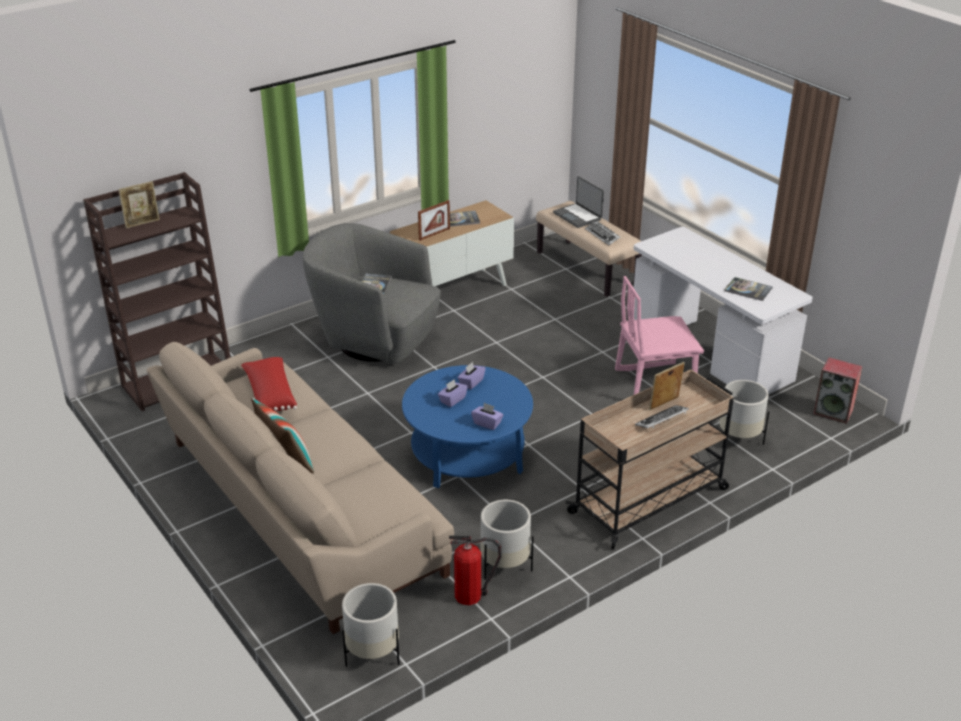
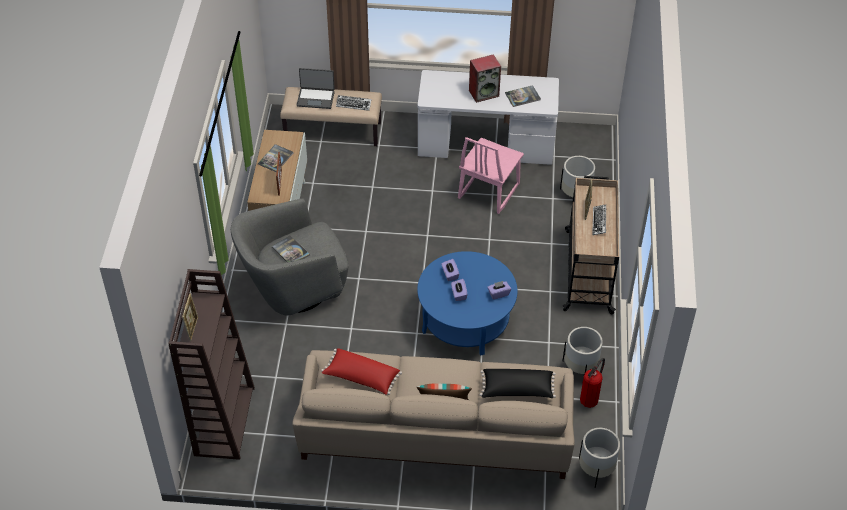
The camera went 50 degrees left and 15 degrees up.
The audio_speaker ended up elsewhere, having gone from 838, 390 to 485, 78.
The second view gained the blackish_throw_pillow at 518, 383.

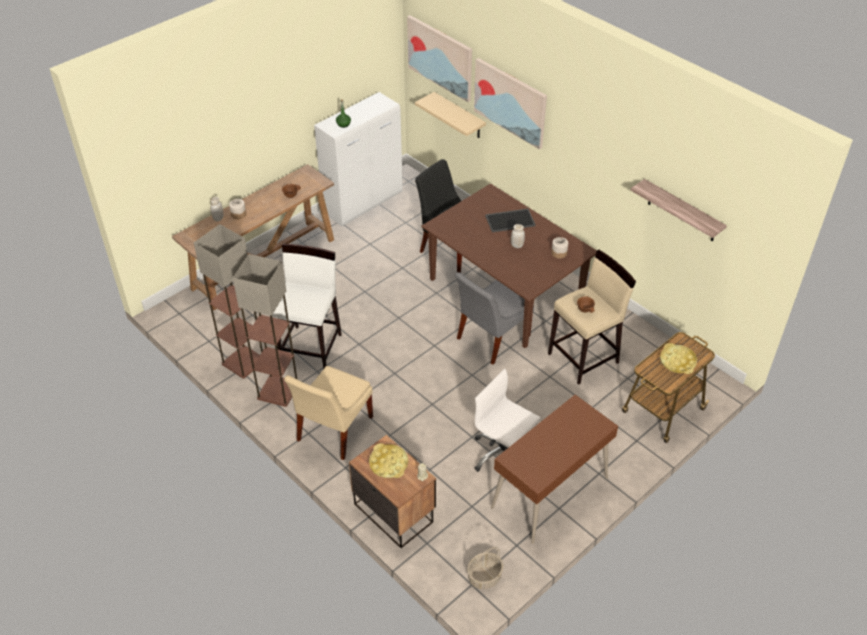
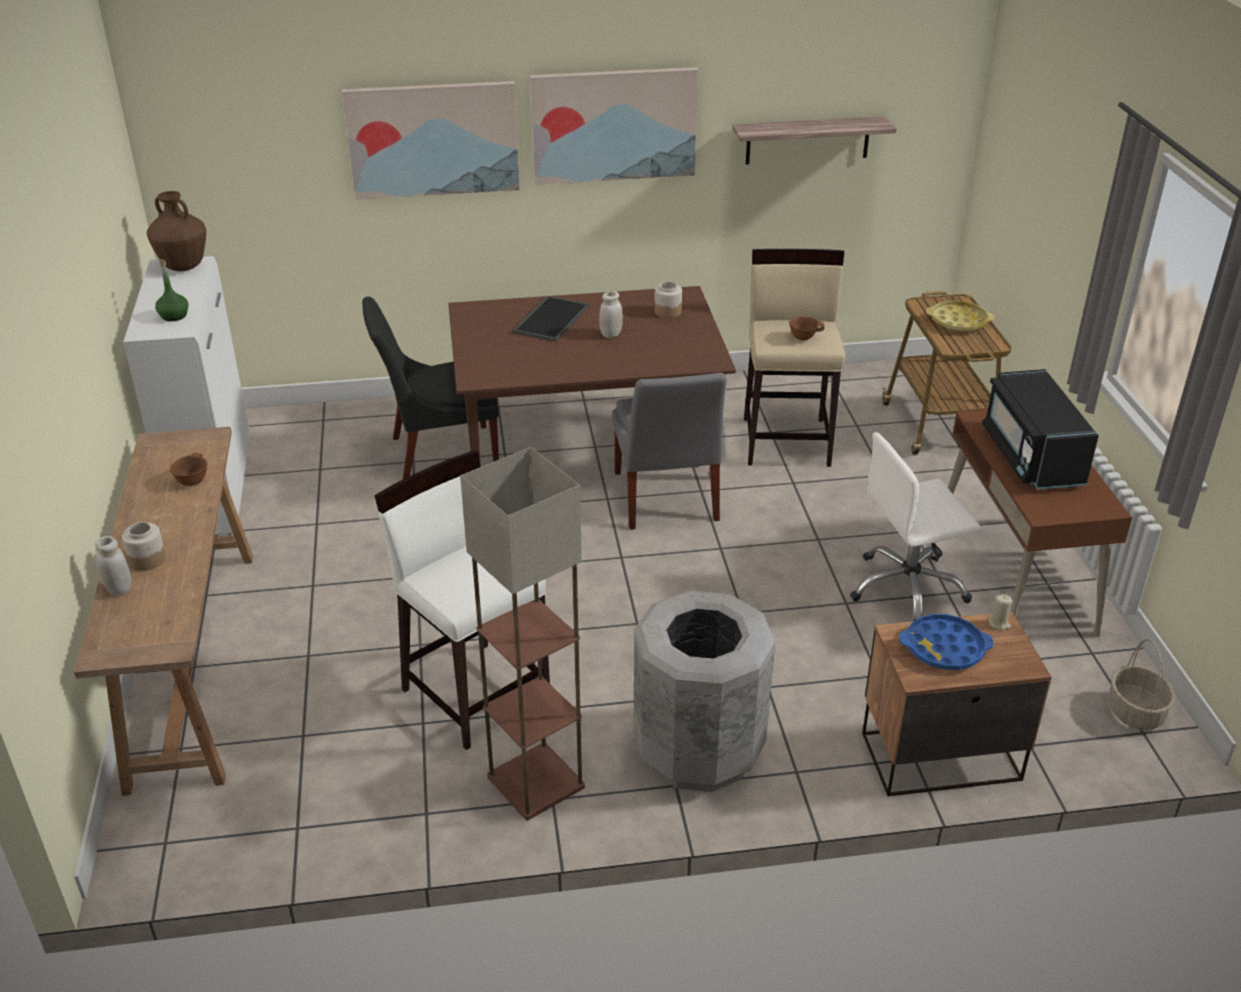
The camera went 55 degrees left and 10 degrees down.
The wall_art ended up elsewhere, having gone from 439, 58 to 614, 126.
The second view lost the sand-coloured_bracket_shelf at 450, 115.
The second view lost the standard_lamp at 228, 301.
Where the sand-coloured_plain_chair stood at 328, 413, the greyish_trash_can came to stand at 704, 691.
What was the yellow-coloured_serving_tray at 388, 460 turned into the blue-coloured_serving_tray at 946, 642.
The second view gained the brownish_vase at 176, 231.
The second view gained the blackish_microwave_oven at 1040, 429.

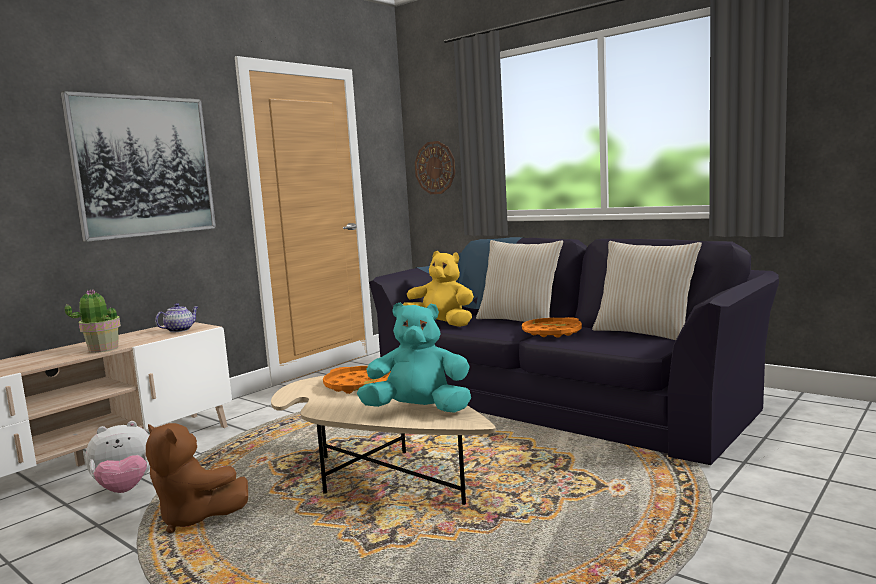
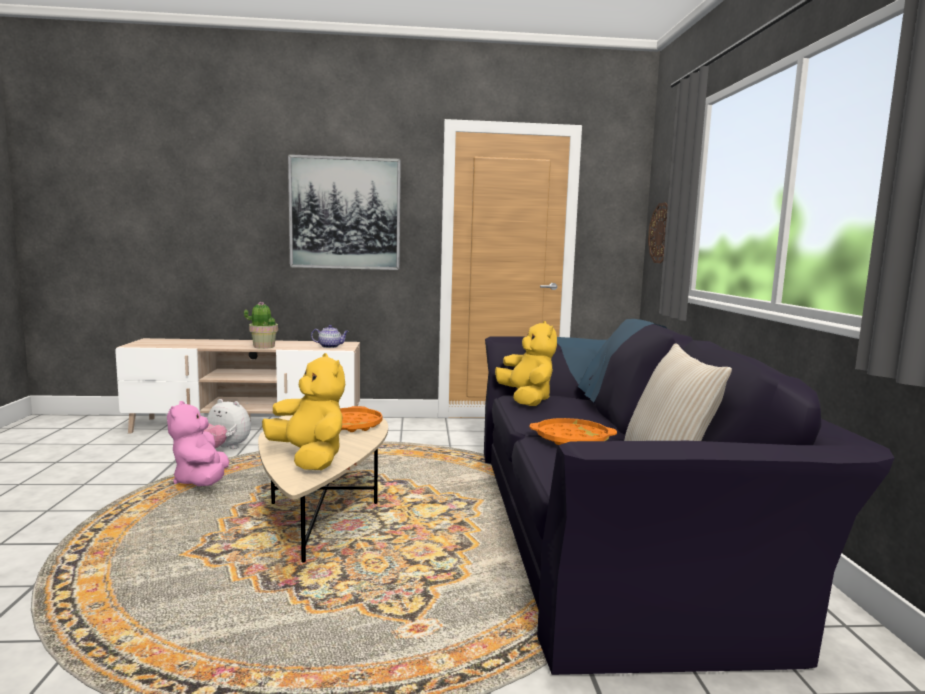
The camera went 45 degrees right and 0 degrees up.
The second view lost the sand-coloured_throw_pillow at 519, 281.
What was the turquoise_plush_toy at 414, 357 turned into the yellow-coloured_plush_toy at 303, 411.
What was the brownish_plush_toy at 197, 478 turned into the pinkish_plush_toy at 198, 443.

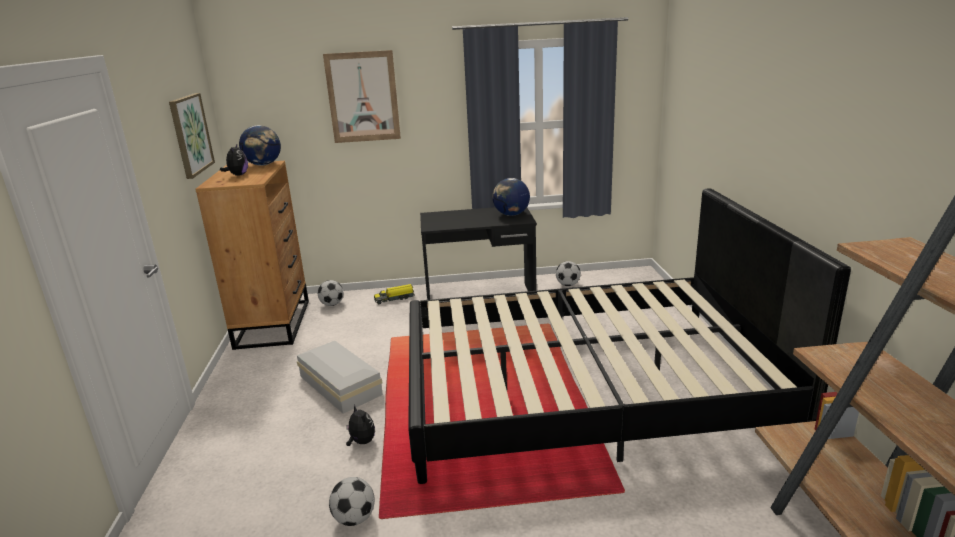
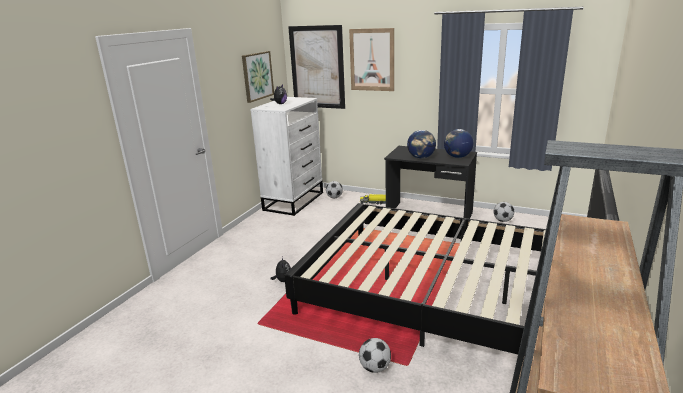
The camera went 30 degrees right and 0 degrees up.
The desk_globe ended up elsewhere, having gone from 260, 145 to 421, 144.
What was the brownish_drawer_chest at 252, 255 turned into the white_drawer_chest at 286, 156.
The second view lost the white_storage_container at 340, 377.
The ball_for_football ended up elsewhere, having gone from 352, 501 to 375, 355.
The second view gained the wall_art at 316, 67.

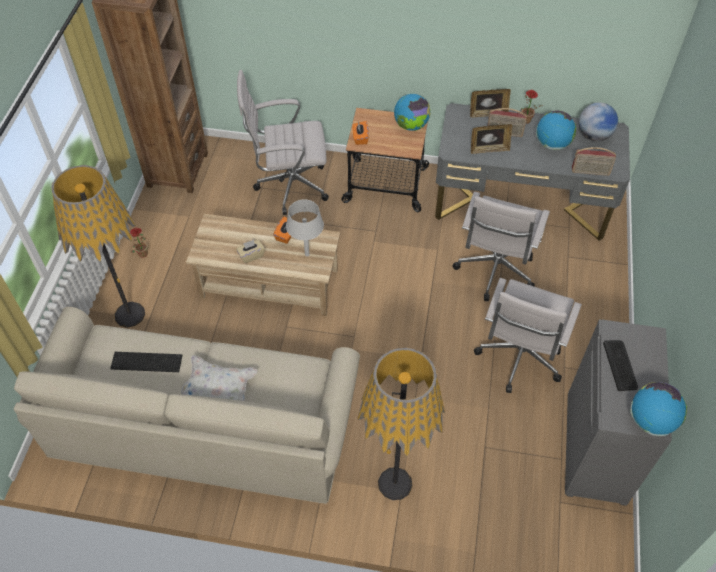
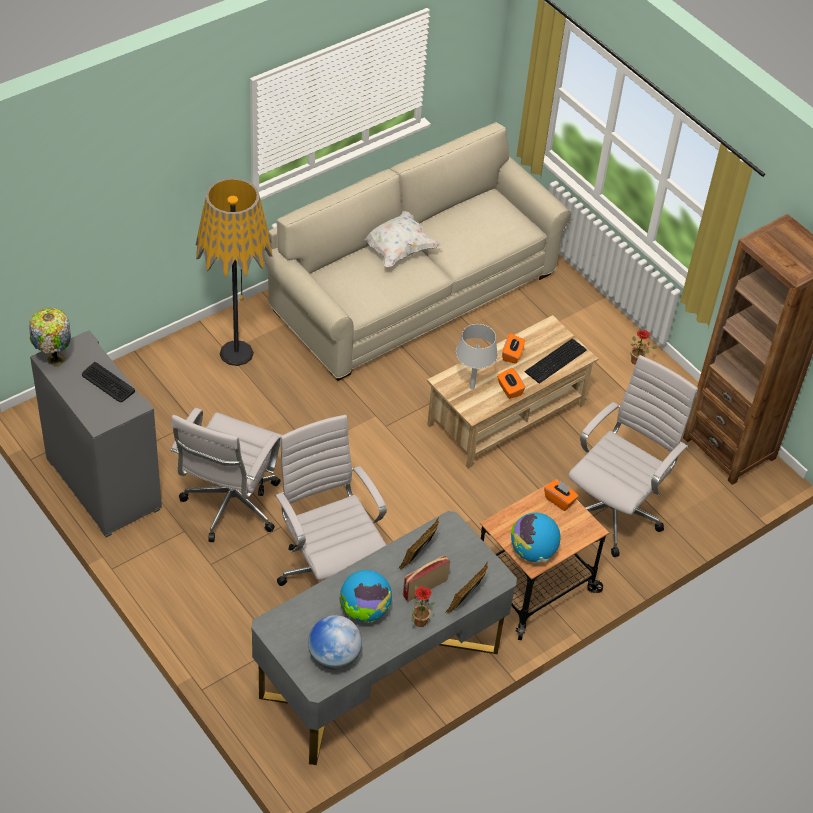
The camera went 130 degrees right and 5 degrees down.
The second view lost the radio at 594, 161.
The second view lost the standard_lamp at 98, 246.
What was the sand-coloured_tissue_box at 250, 251 turned into the orange_tissue_box at 513, 348.
The white_desk_chair at 528, 335 ended up facing another way, 135 degrees counterclockwise from before.
The keyboard ended up elsewhere, having gone from 147, 362 to 556, 361.
Where the desk_globe stood at 658, 409, the tabletop_lamp came to stand at 50, 337.

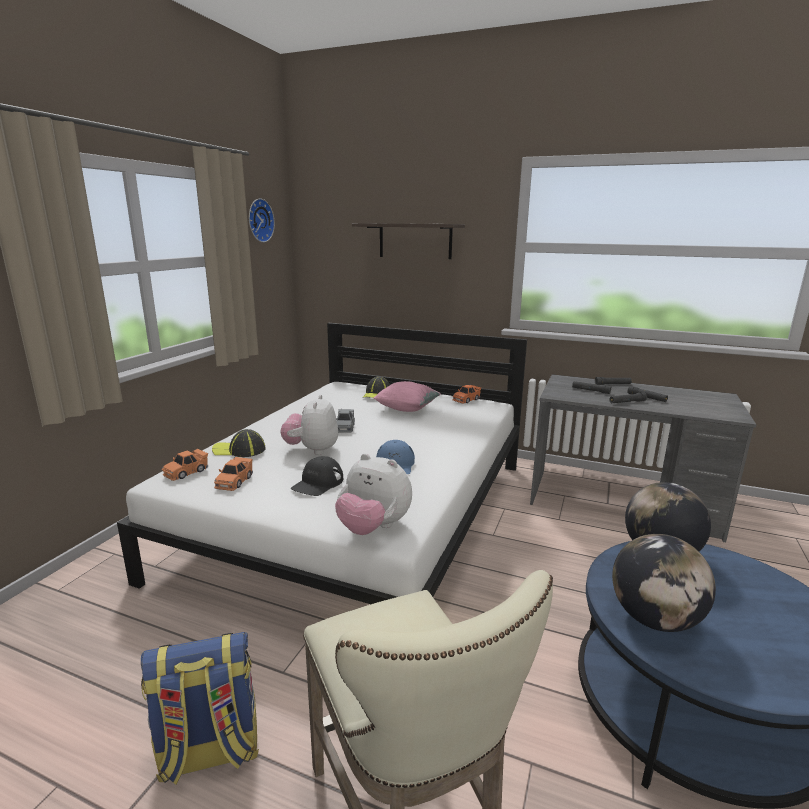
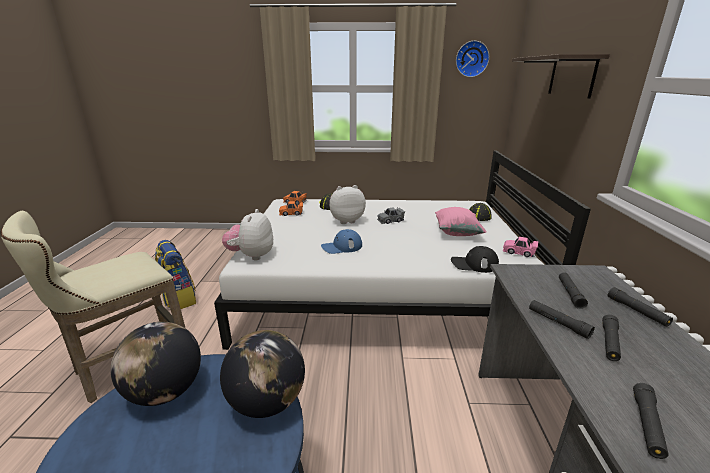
The camera went 70 degrees right and 5 degrees up.
What was the orange_miniature_car at 466, 394 turned into the pinkish_miniature_car at 520, 247.
The blackish_cap ended up elsewhere, having gone from 317, 476 to 475, 259.
The second view gained the blackish_flashlight at 651, 421.

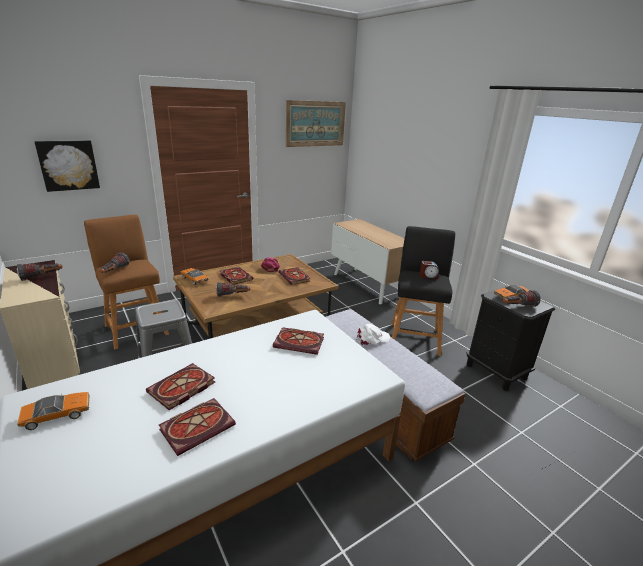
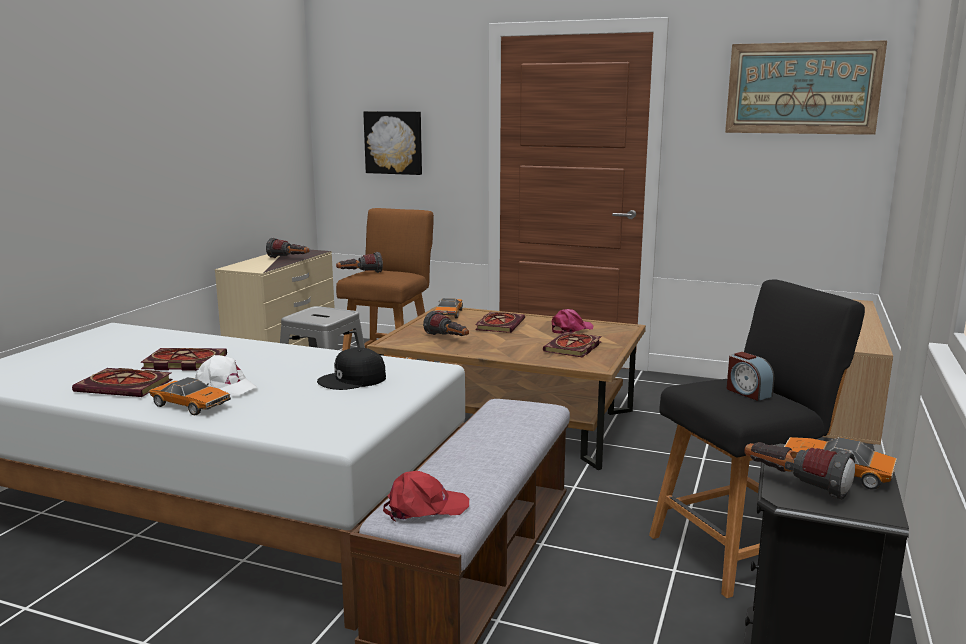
The camera went 55 degrees right and 10 degrees down.
The white_cap ended up elsewhere, having gone from 373, 335 to 226, 376.
Where the bound_book stood at 298, 341, the blackish_cap came to stand at 351, 369.
The miniature_car ended up elsewhere, having gone from 53, 411 to 190, 396.
The second view gained the red_cap at 426, 496.

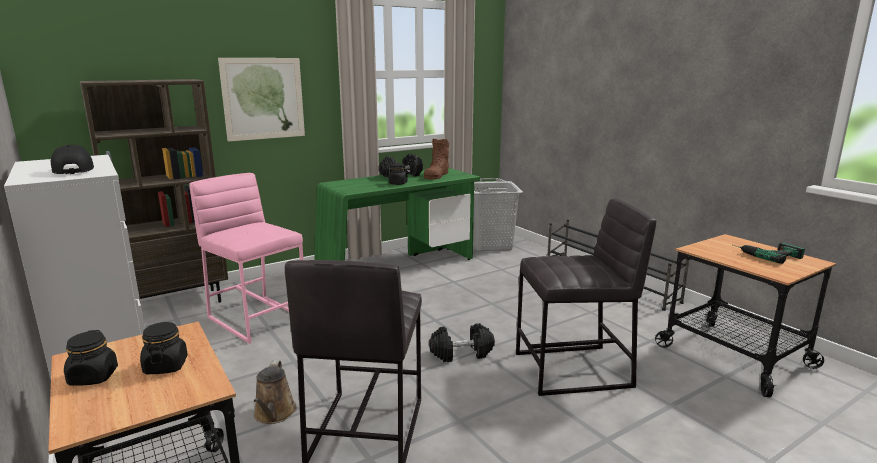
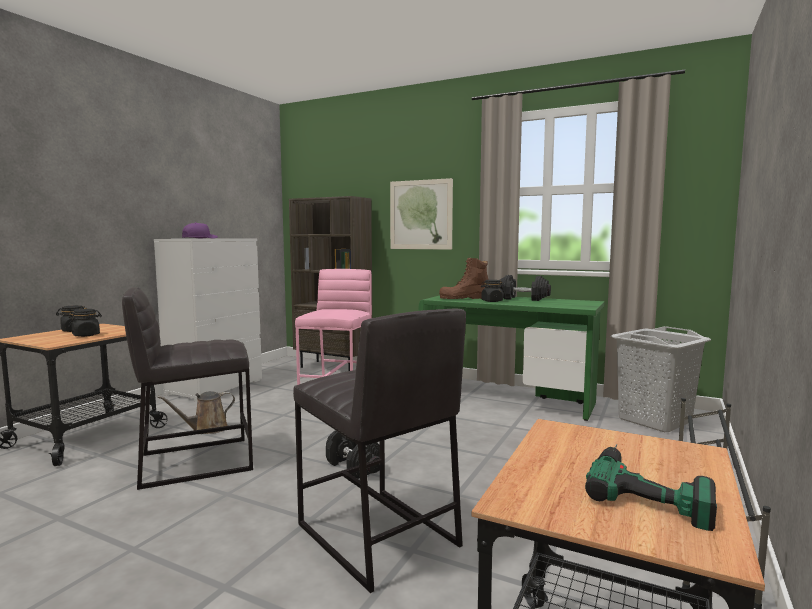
The camera went 60 degrees right and 10 degrees down.
The brownish_boot ended up elsewhere, having gone from 436, 159 to 464, 278.
What was the blackish_cap at 72, 159 turned into the purple-coloured_cap at 200, 230.

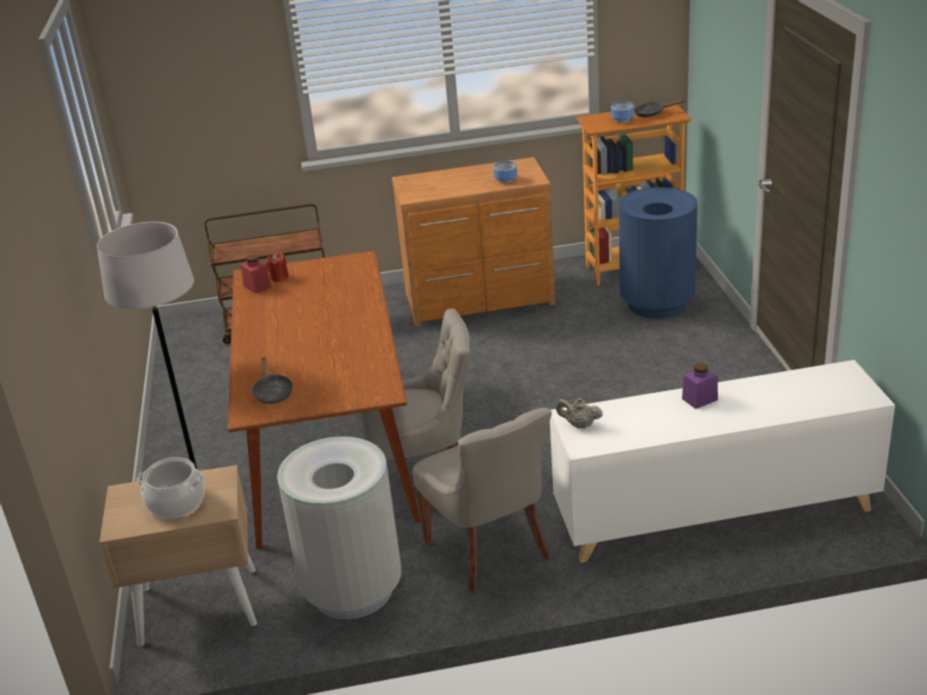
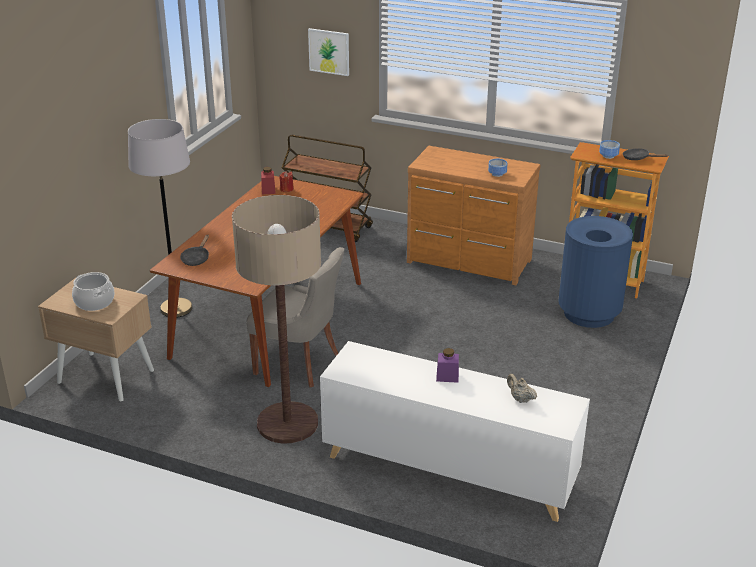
The camera went 30 degrees right and 0 degrees up.
The sand-coloured_tea_pot ended up elsewhere, having gone from 579, 413 to 522, 388.
Where the greyish_plain_chair stood at 482, 500, the standard_lamp came to stand at 276, 319.
The second view lost the greyish_trash_can at 339, 527.
The second view gained the wall_art at 328, 52.

